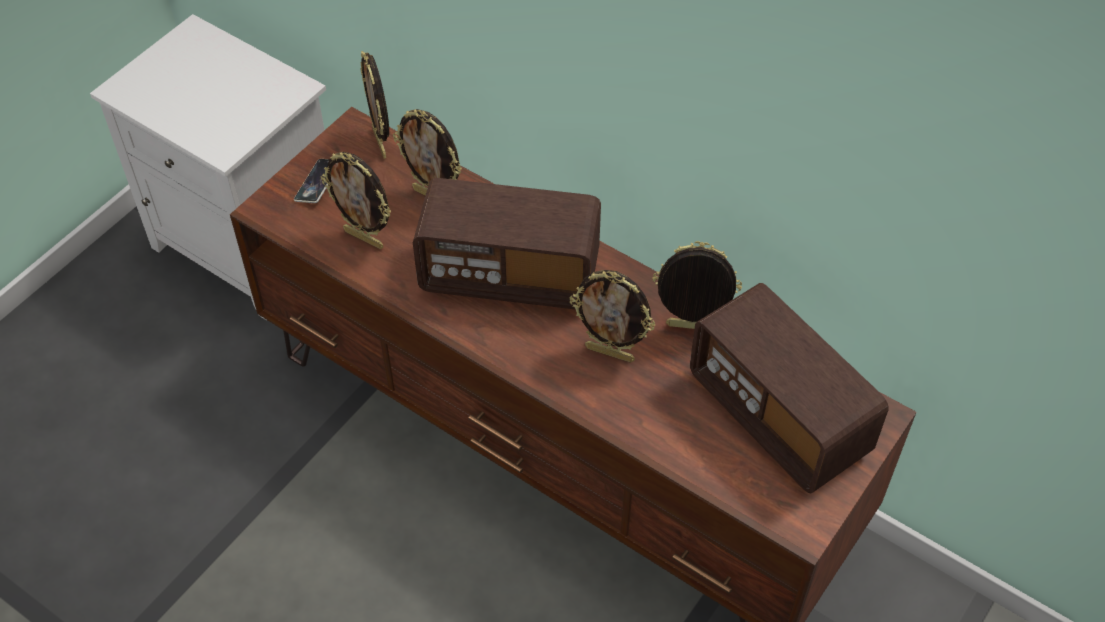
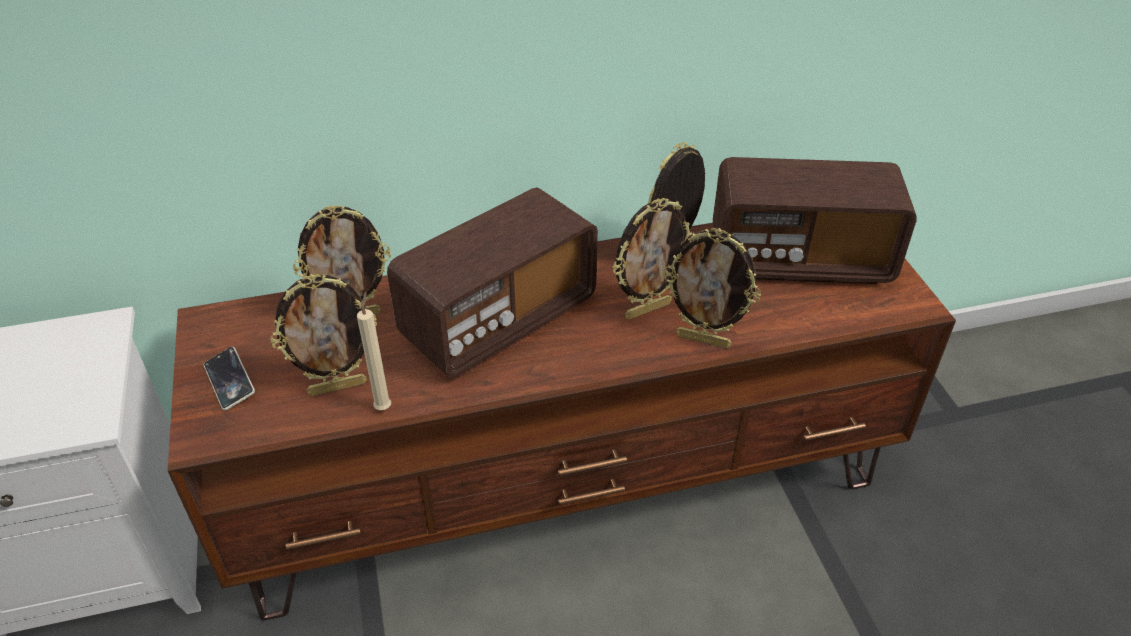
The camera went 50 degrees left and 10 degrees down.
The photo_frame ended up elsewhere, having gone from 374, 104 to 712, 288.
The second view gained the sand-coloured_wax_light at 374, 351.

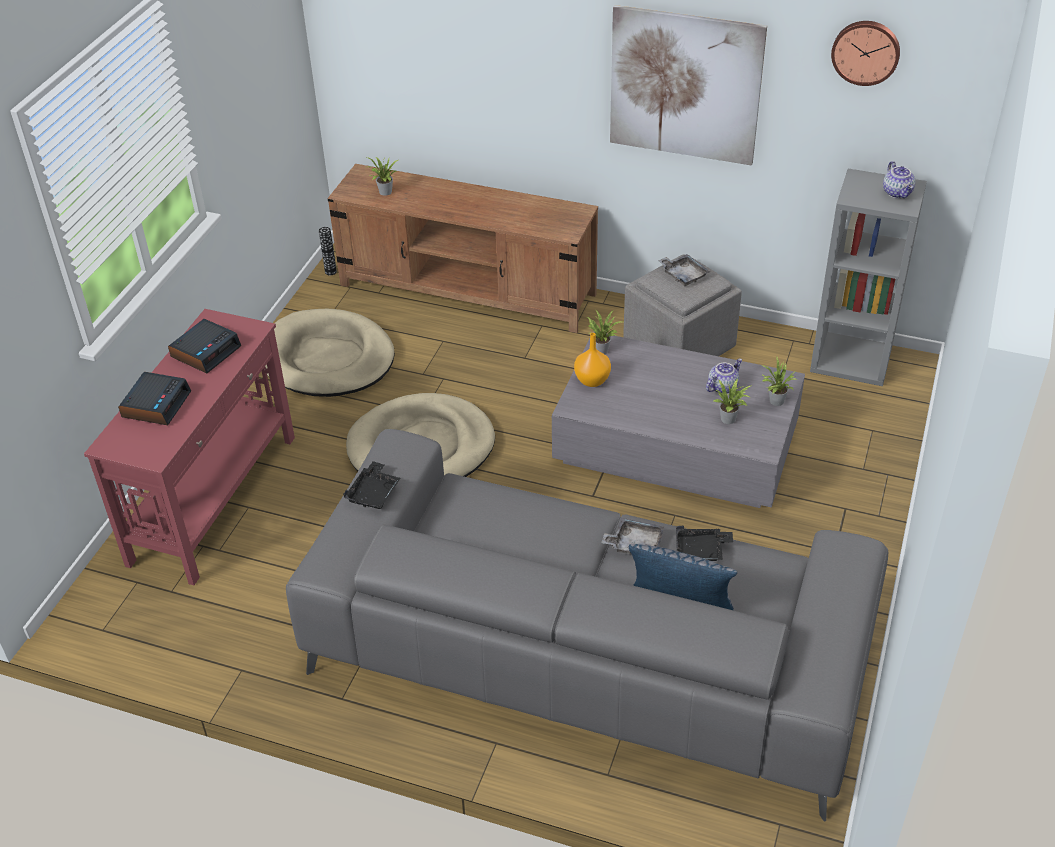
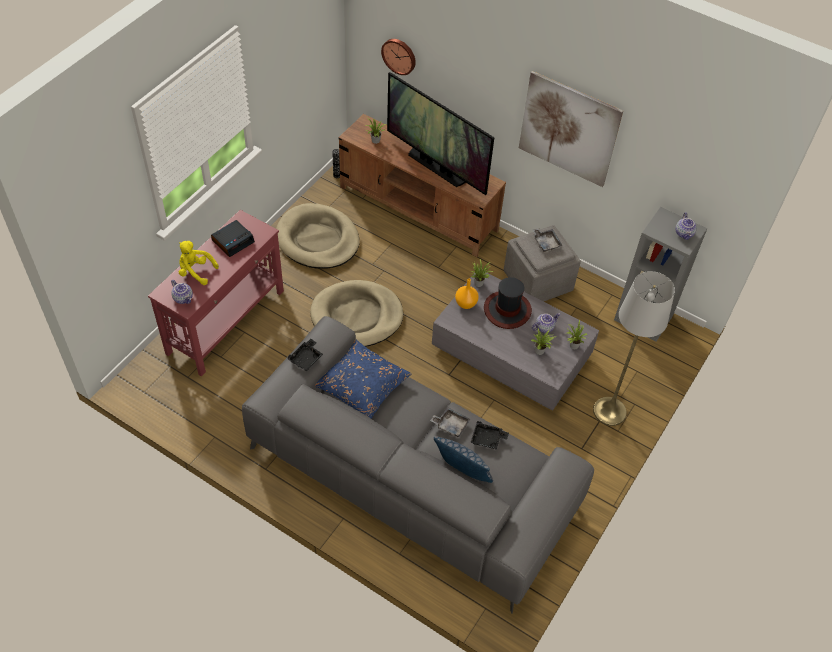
The camera went 10 degrees right and 10 degrees up.
The wall_clock ended up elsewhere, having gone from 865, 53 to 398, 57.
Where the alarm_clock stood at 154, 398, the yellow-coloured_plush_toy came to stand at 199, 263.
The second view gained the television at 440, 133.
The second view gained the greyish_standard_lamp at 634, 348.
The second view gained the hat at 508, 303.
The second view gained the tea_pot at 182, 292.
The second view gained the blue-coloured_throw_pillow at 363, 379.

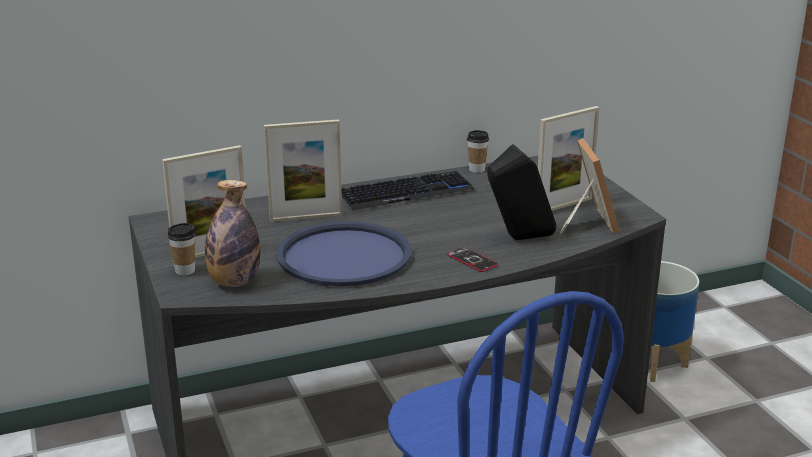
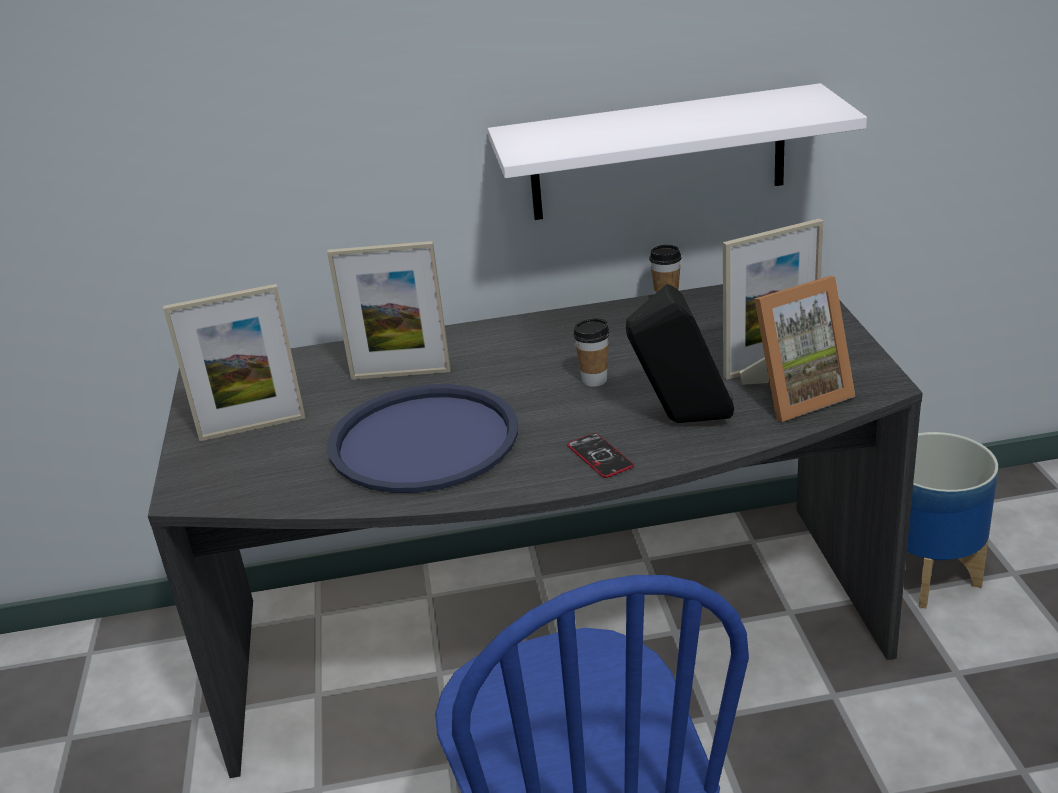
The camera went 15 degrees right and 5 degrees up.
The photo_frame at 590, 186 ended up facing another way, 60 degrees clockwise from before.
The second view lost the keyboard at 407, 191.
The second view lost the beverage_bottle at 232, 233.
The small_cup ended up elsewhere, having gone from 181, 249 to 591, 352.
The second view gained the white_bracket_shelf at 677, 151.

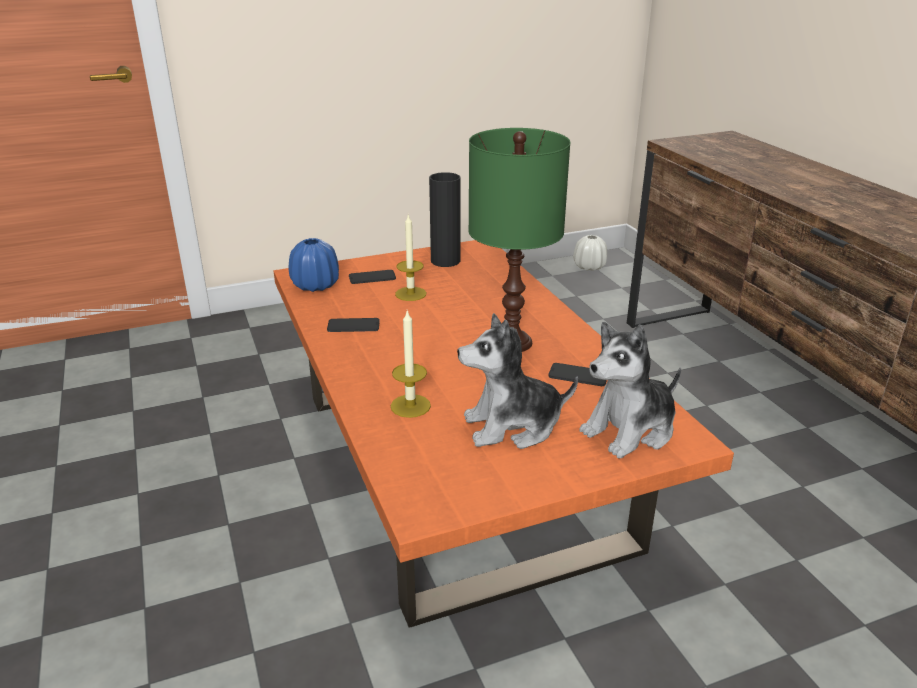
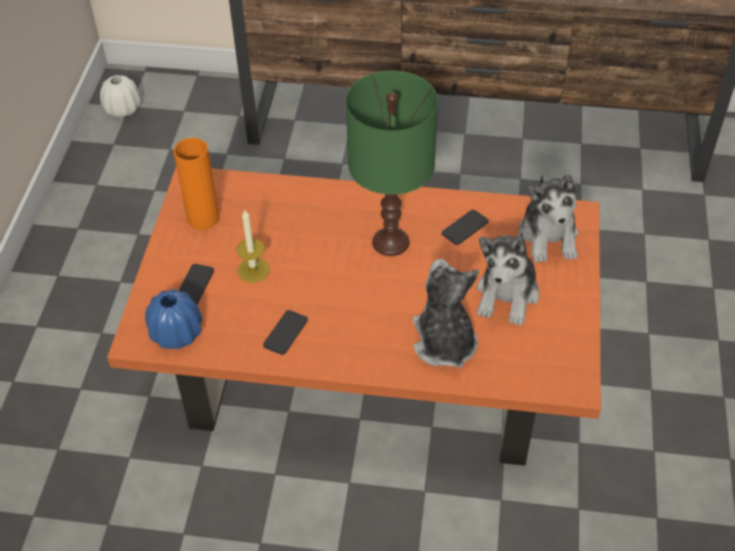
The camera went 60 degrees left and 20 degrees up.
What was the blackish_vase at 445, 219 turned into the orange_vase at 196, 184.
Where the wax_light stood at 411, 364, the plush_toy came to stand at 446, 313.

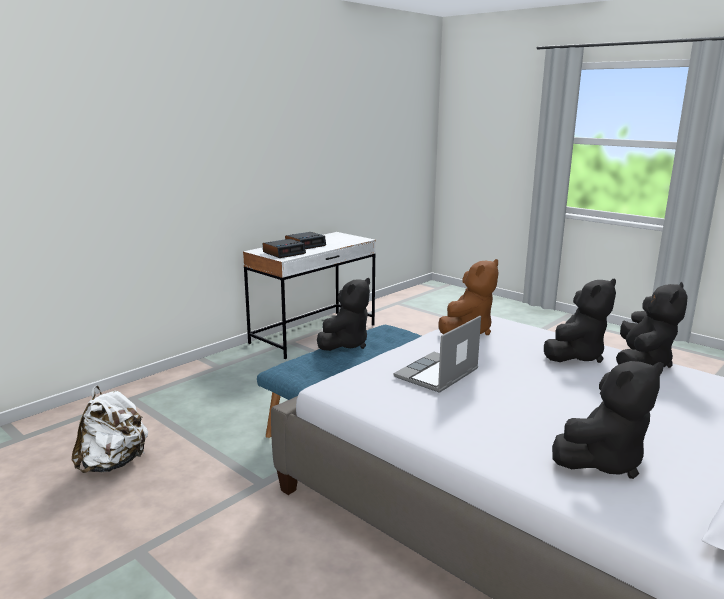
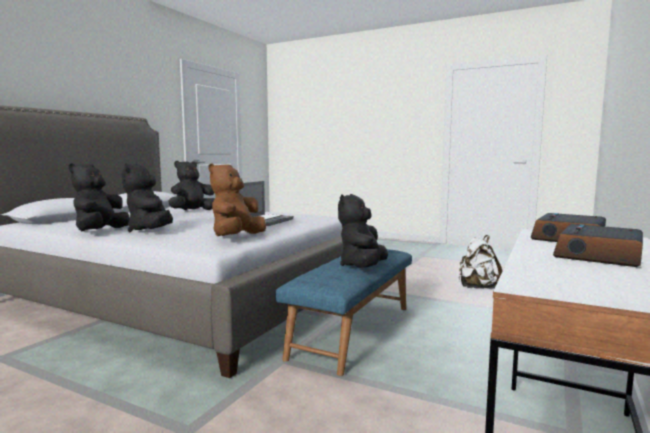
The camera went 165 degrees right and 10 degrees down.
The blackish_plush_toy at 580, 321 ended up facing another way, 45 degrees counterclockwise from before.

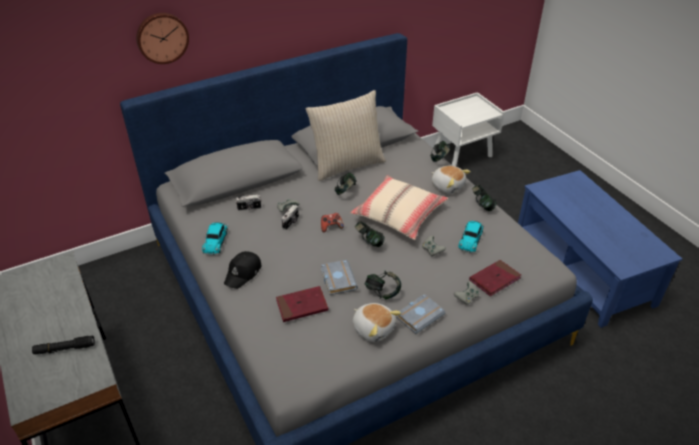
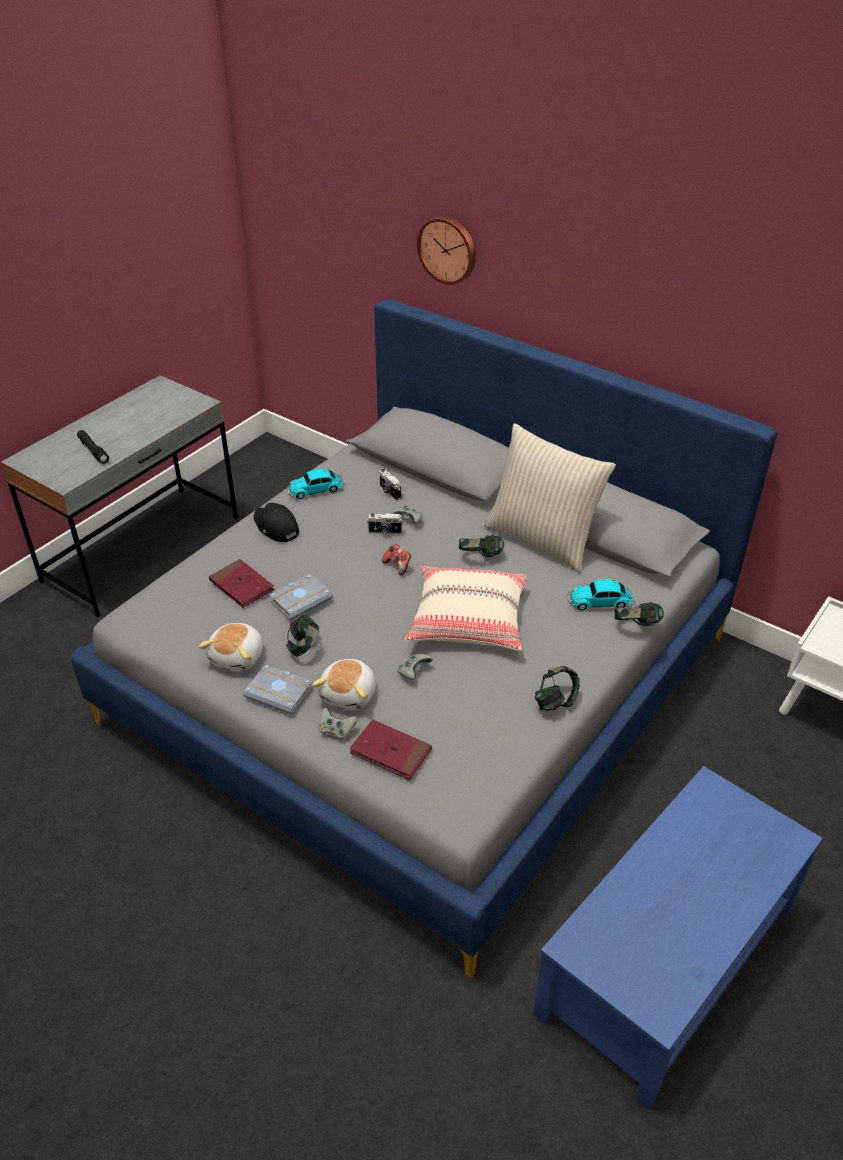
The camera went 65 degrees right and 0 degrees up.
The plush_toy ended up elsewhere, having gone from 451, 180 to 344, 684.
The second view lost the headphones at 370, 234.
The miniature_car ended up elsewhere, having gone from 471, 237 to 601, 594.
The blackish_cap at 242, 270 ended up facing another way, 45 degrees clockwise from before.

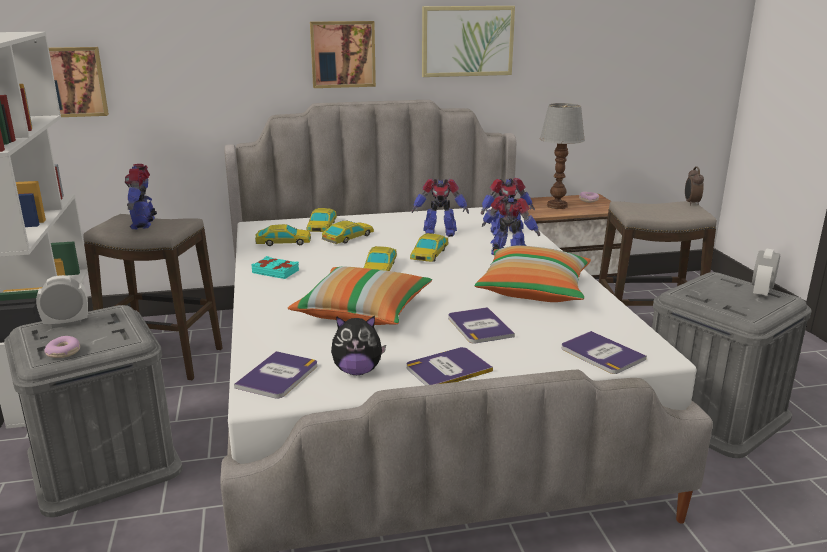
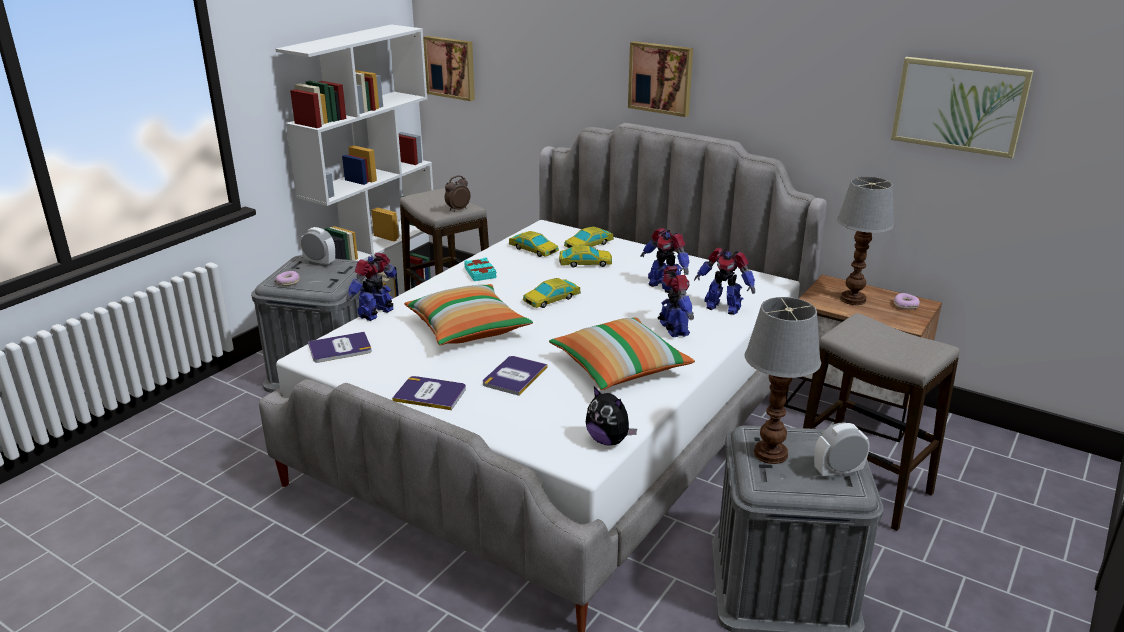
The camera went 45 degrees right and 5 degrees up.
The wall_art ended up elsewhere, having gone from 468, 41 to 962, 107.
The toy_robot ended up elsewhere, having gone from 141, 196 to 371, 287.
The alarm_clock ended up elsewhere, having gone from 694, 186 to 458, 194.
The second view lost the miniature_car at 429, 247.
The plush_toy ended up elsewhere, having gone from 358, 345 to 611, 416.
The second view lost the bound_book at 604, 352.
The second view gained the tabletop_lamp at 783, 380.

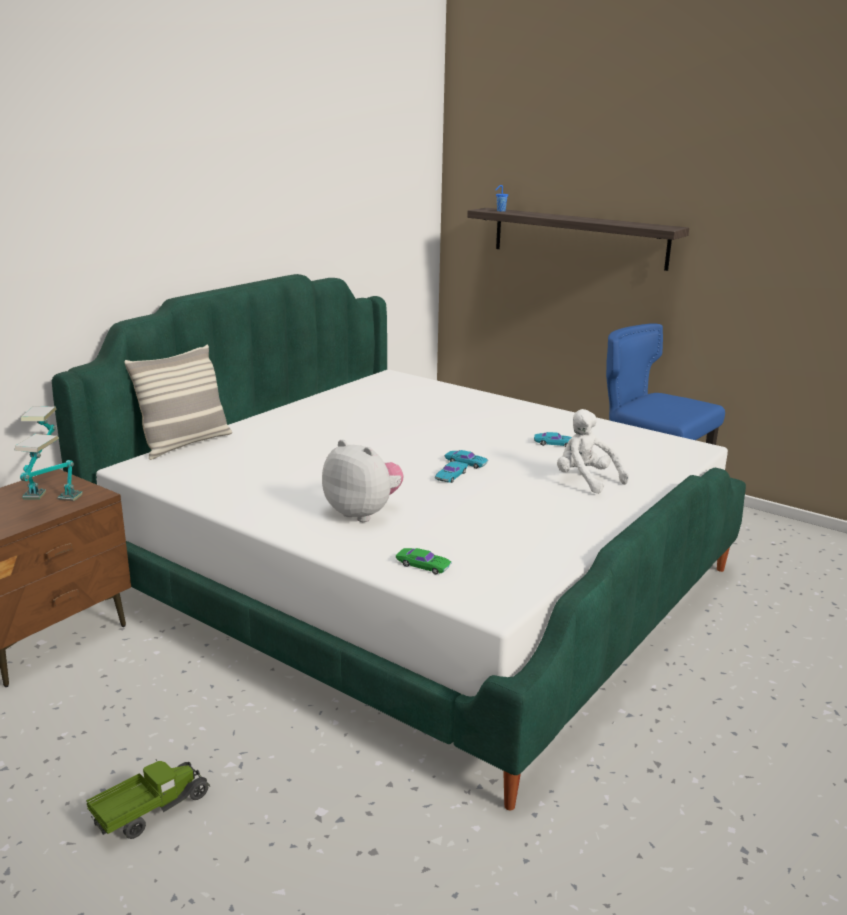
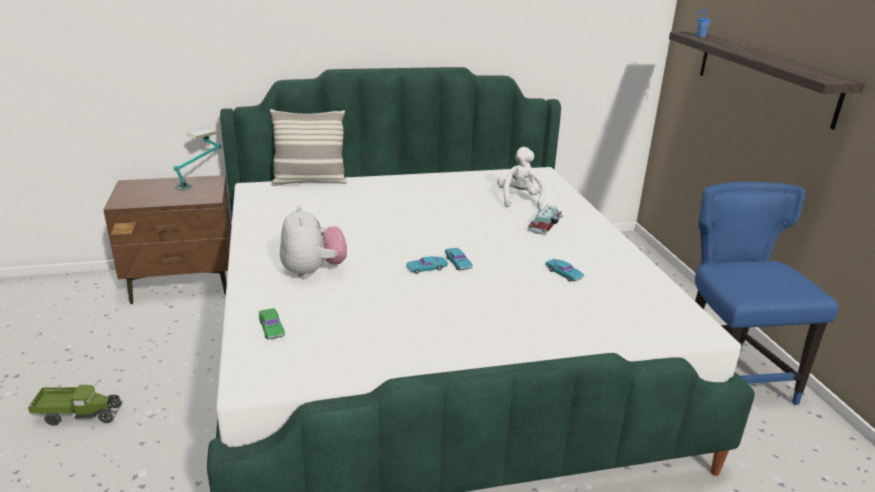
The camera went 40 degrees right and 5 degrees up.
The white_plush_toy ended up elsewhere, having gone from 593, 451 to 521, 178.
The second view lost the tabletop_lamp at 48, 467.
The second view gained the miniature_car at 545, 220.

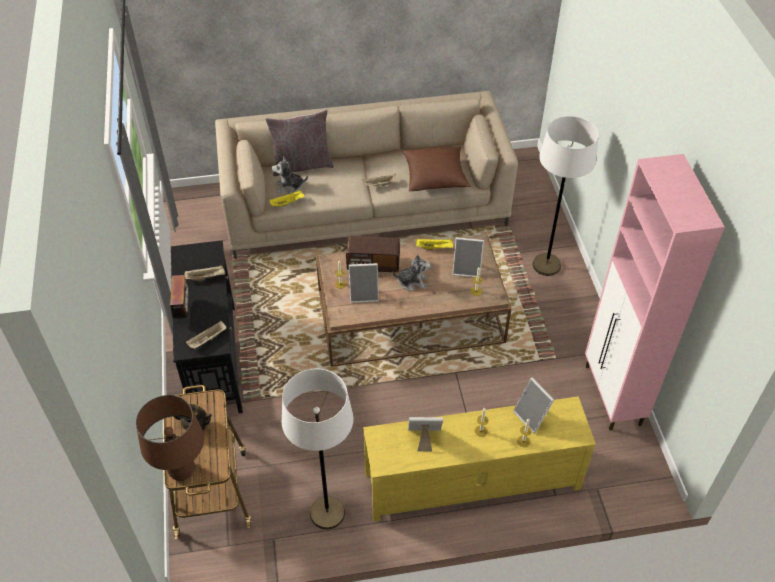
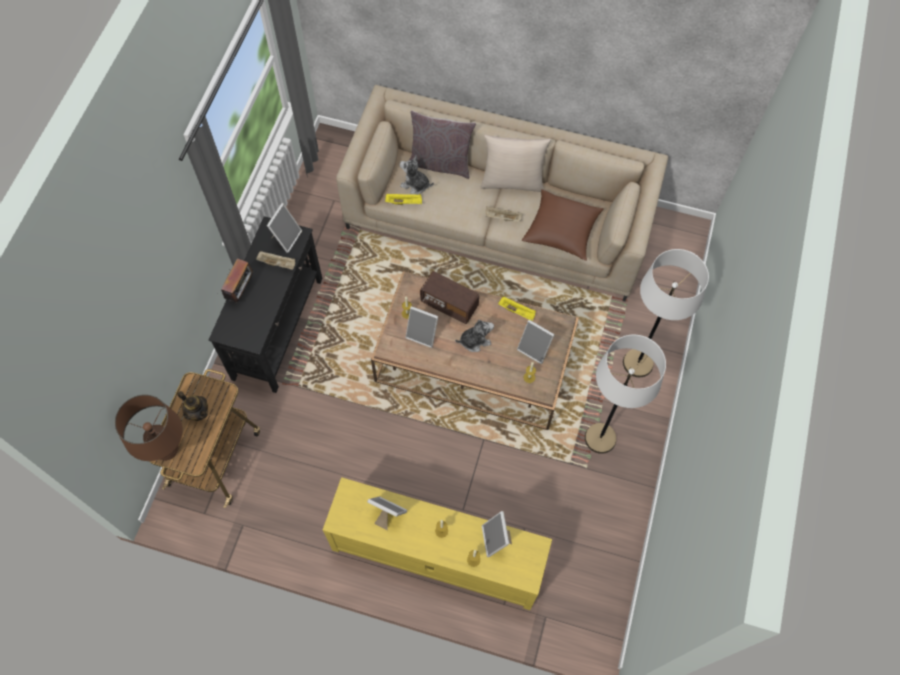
The camera went 25 degrees right and 15 degrees up.
The second view lost the pinkish_cupboard at 655, 292.
The plush_toy at 411, 272 ended up facing another way, 45 degrees counterclockwise from before.
The second view lost the sand-coloured_serving_tray at 206, 335.
The white_standard_lamp ended up elsewhere, having gone from 317, 449 to 625, 394.
The second view gained the sand-coloured_throw_pillow at 515, 163.
The second view gained the photo_frame at 284, 228.

